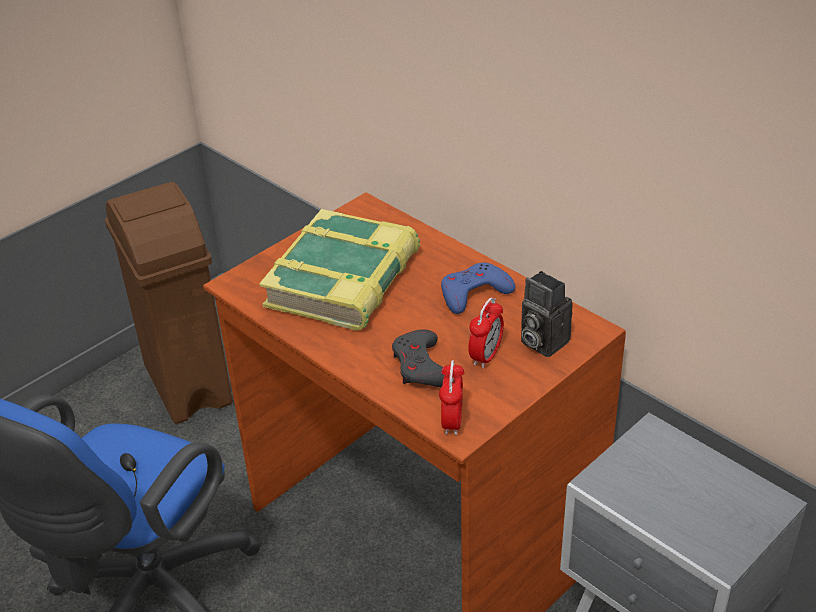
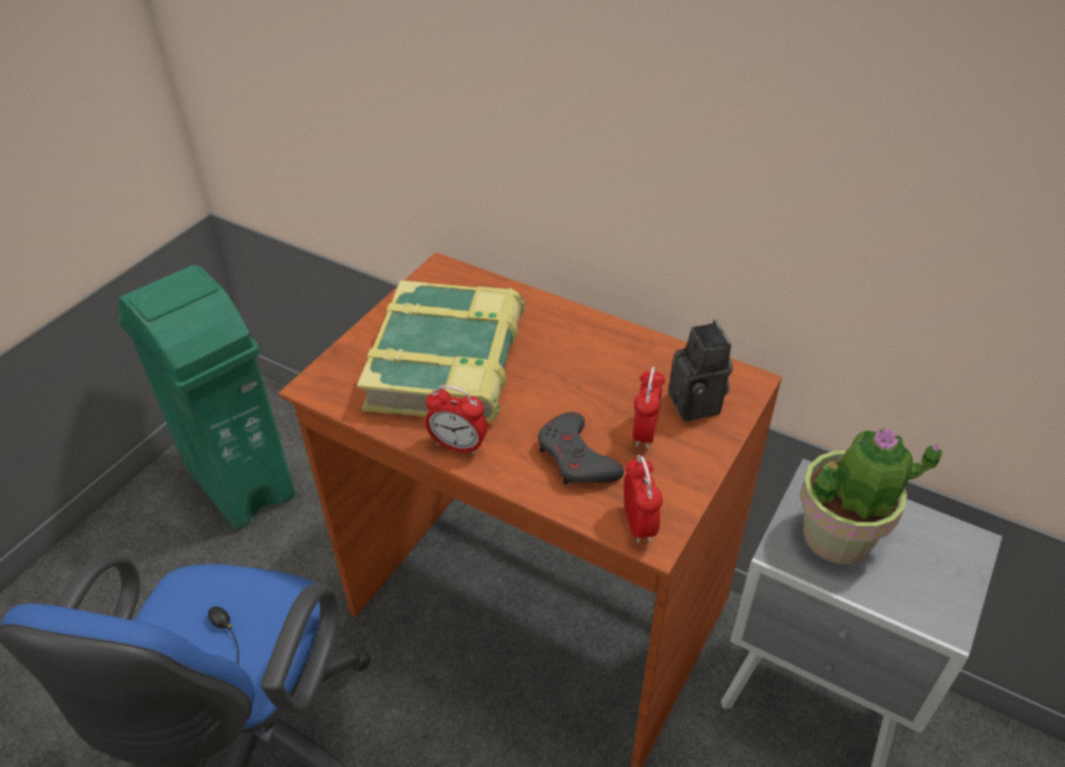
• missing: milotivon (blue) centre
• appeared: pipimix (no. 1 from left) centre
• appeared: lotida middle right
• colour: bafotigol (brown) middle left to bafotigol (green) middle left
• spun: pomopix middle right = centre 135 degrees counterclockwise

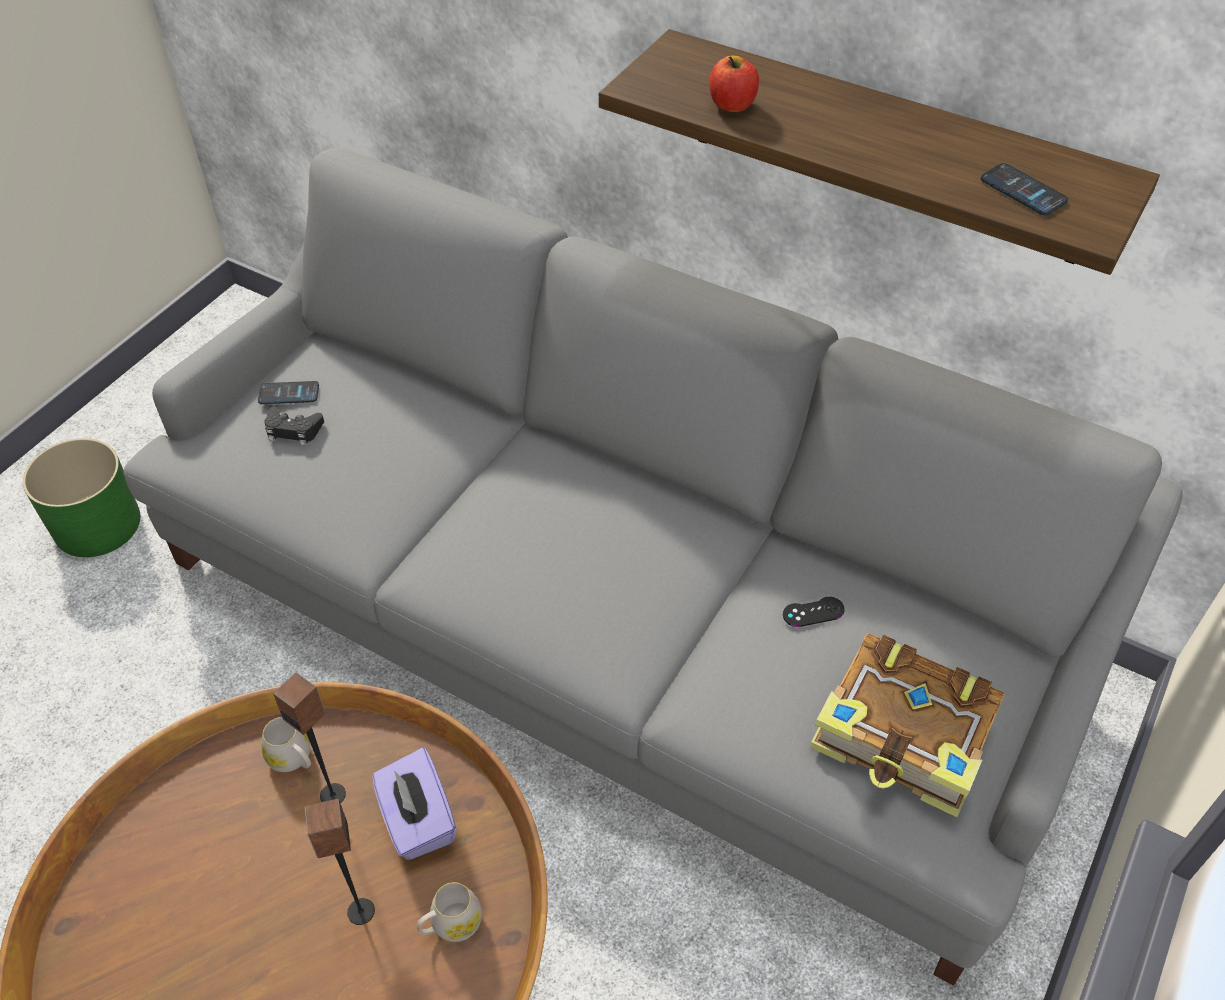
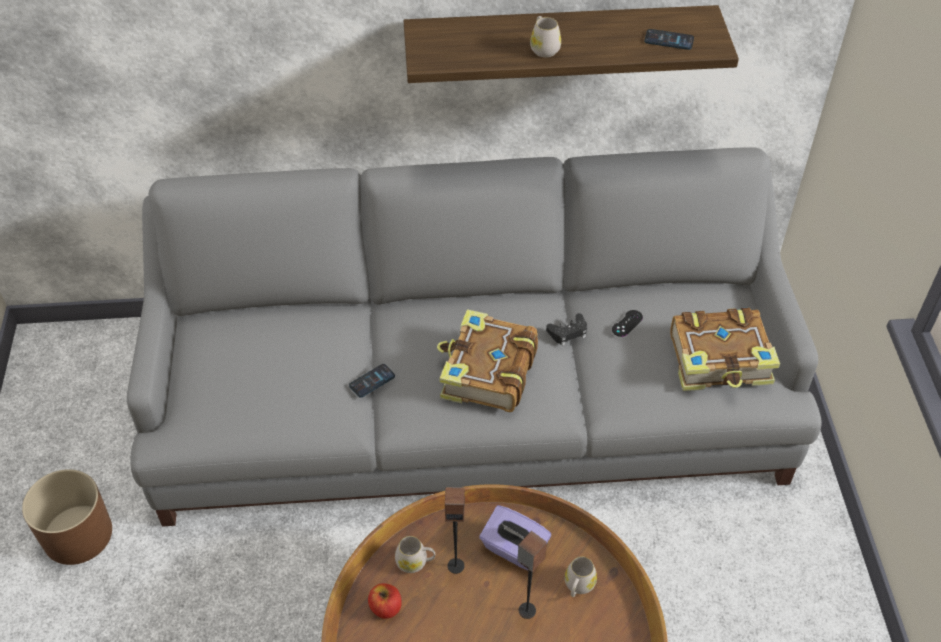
• appeared: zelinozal (no. 1 from left) centre
• appeared: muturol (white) (no. 2 from left) top centre
• relocated: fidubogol (no. 1 from left) middle left to centre
• relocated: milotivon (black) (no. 1 from left) middle left to centre
• relocated: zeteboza top centre to bottom centre
• colour: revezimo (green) middle left to revezimo (brown) bottom left

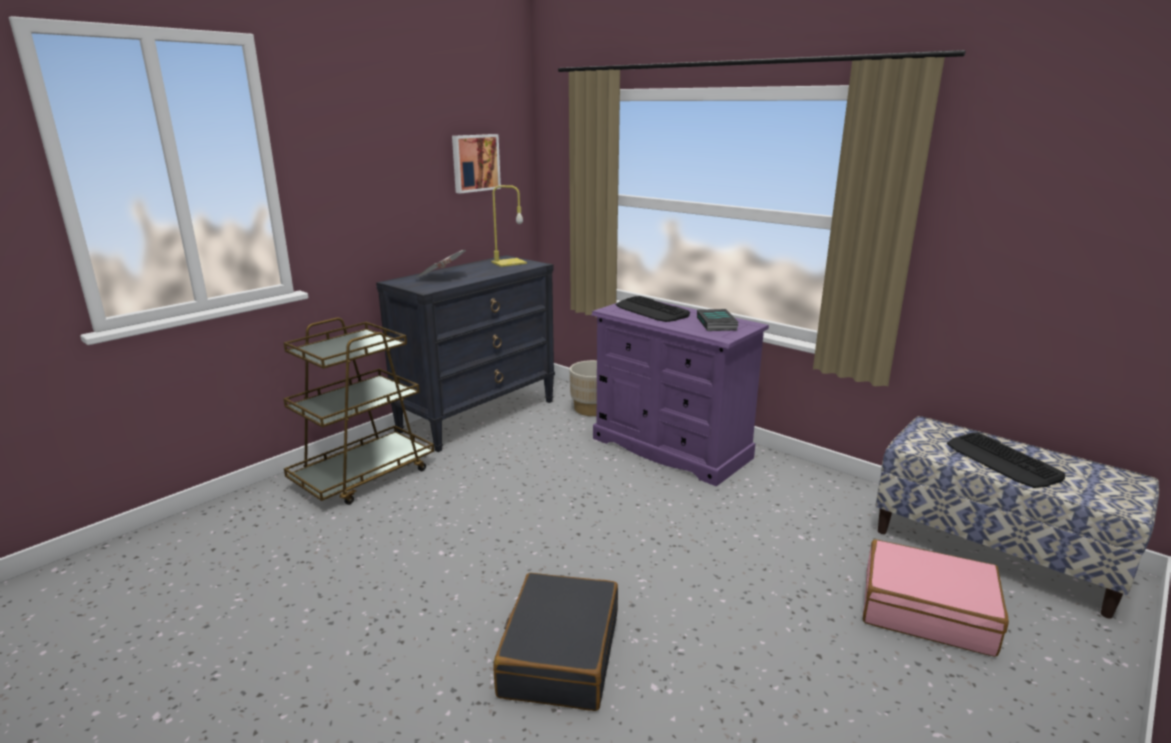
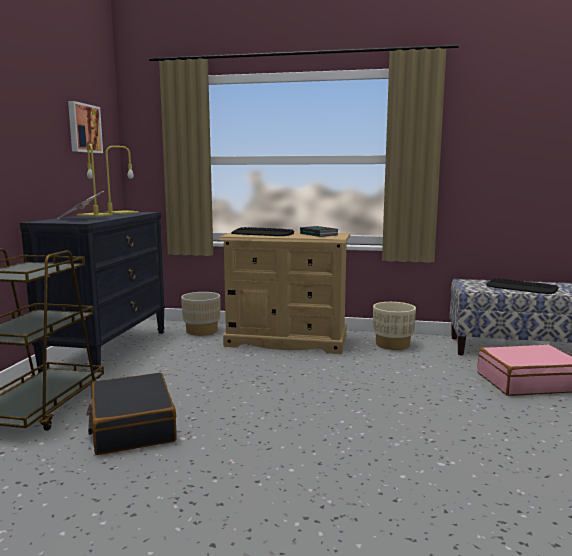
• appeared: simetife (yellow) (no. 1 from left) top left
• appeared: revezimo (beige) (no. 2 from left) middle right
• relocated: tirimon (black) bottom centre to bottom left
• colour: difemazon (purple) centre to difemazon (beige) centre

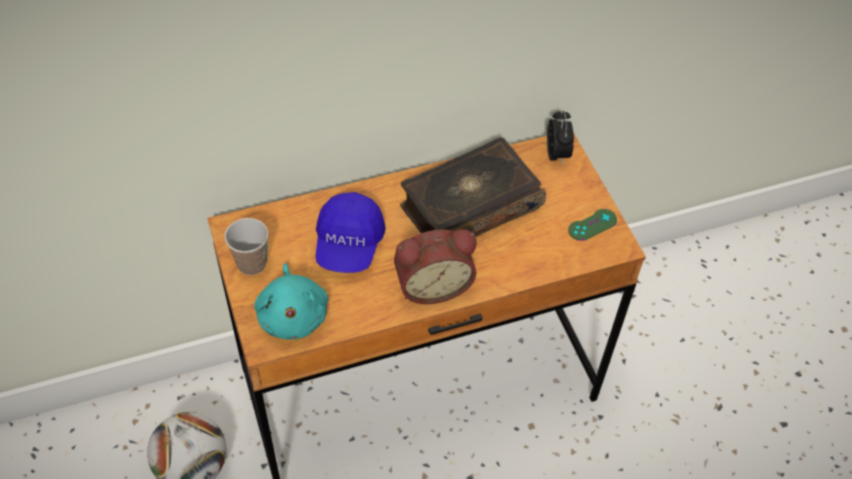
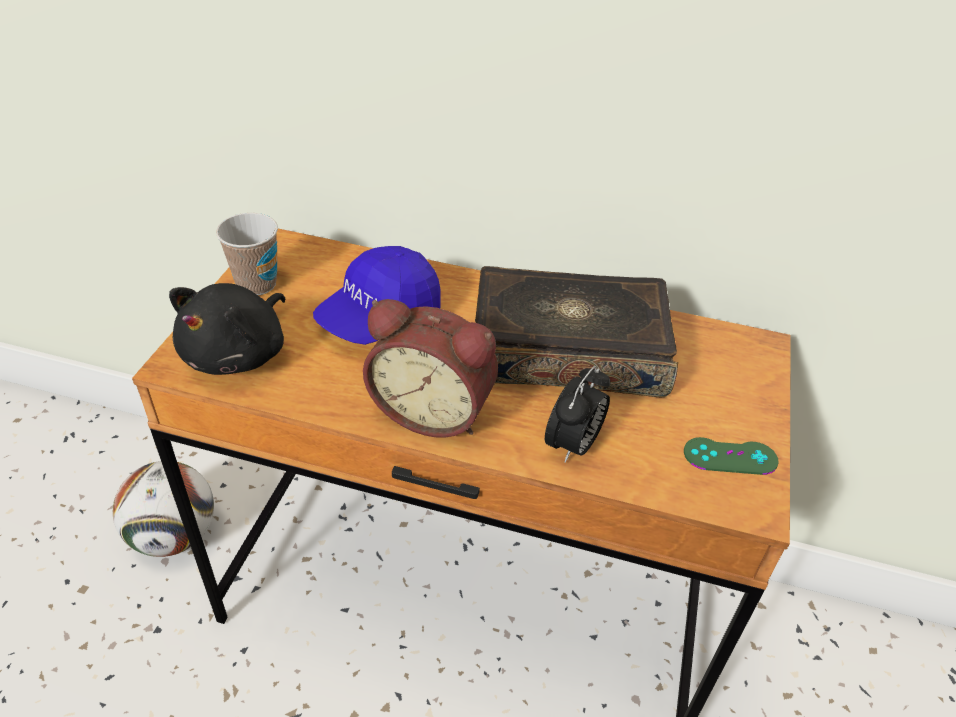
• relocated: pipimix (no. 2 from left) top centre to centre
• colour: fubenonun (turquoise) centre to fubenonun (black) middle left

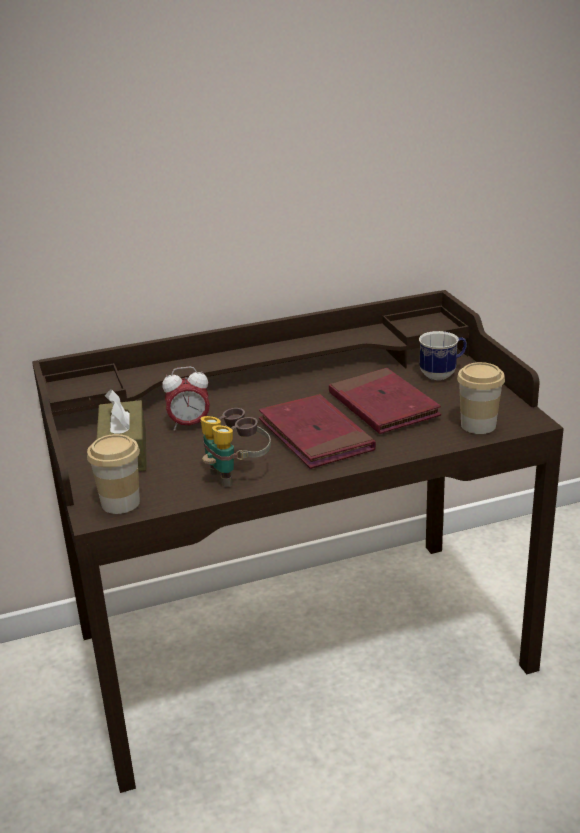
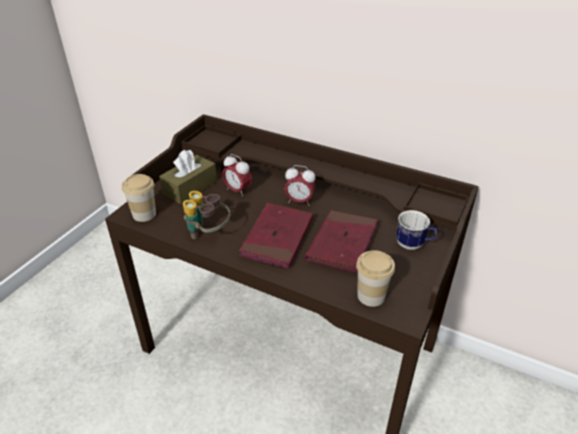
• appeared: pipimix (no. 2 from left) centre

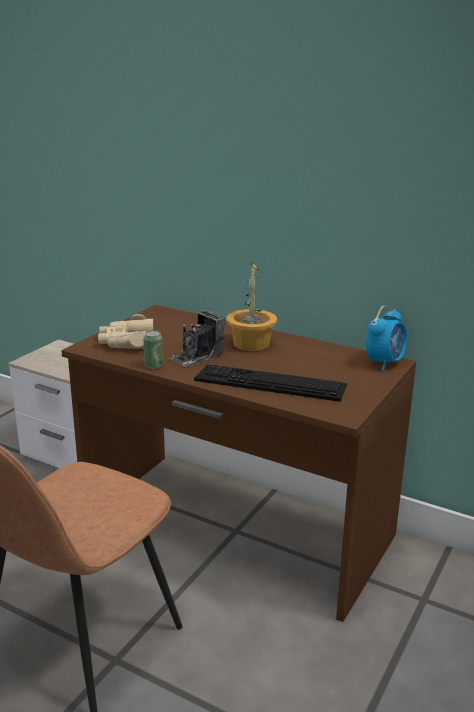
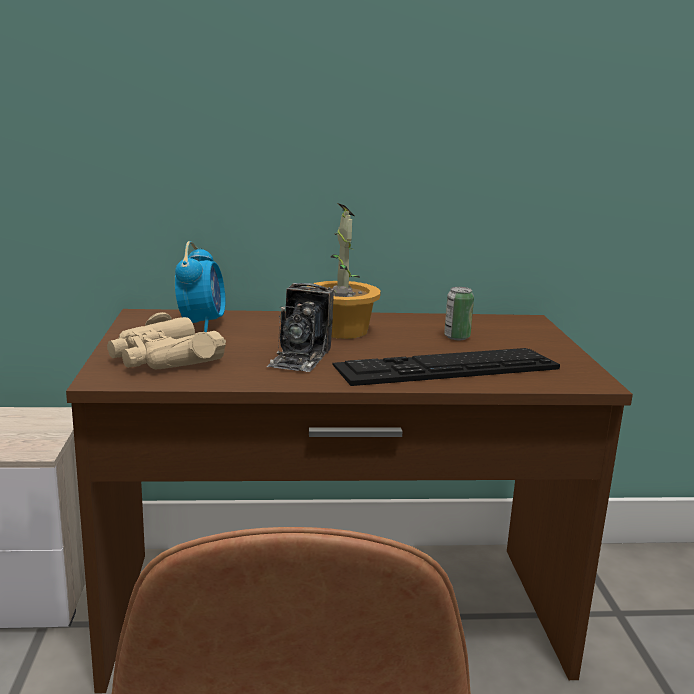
• relocated: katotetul middle left to centre
• relocated: pipimix middle right to middle left

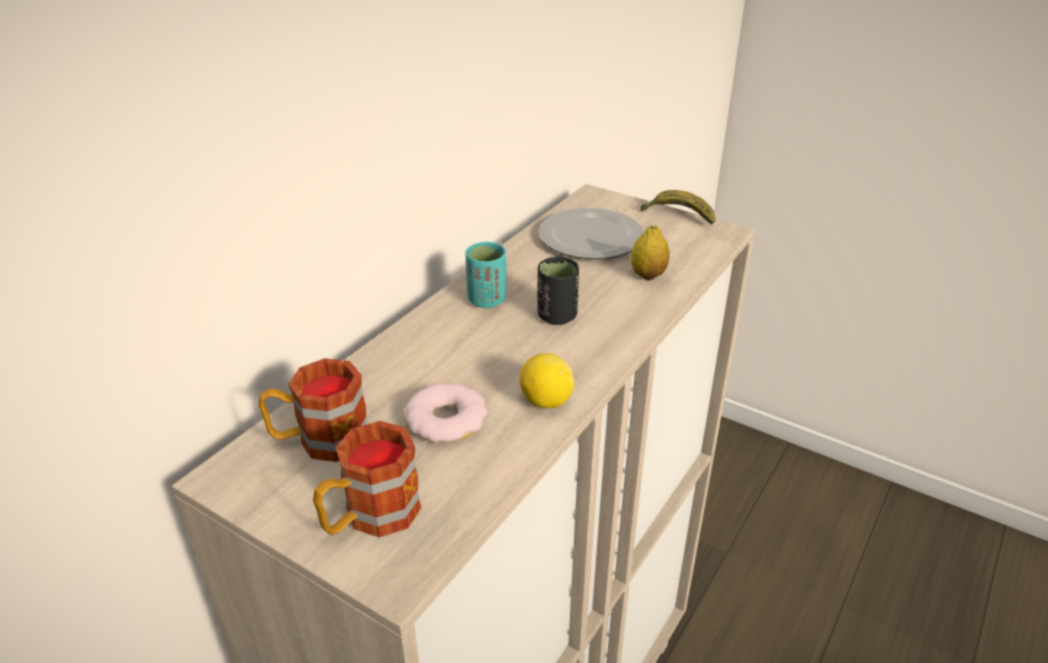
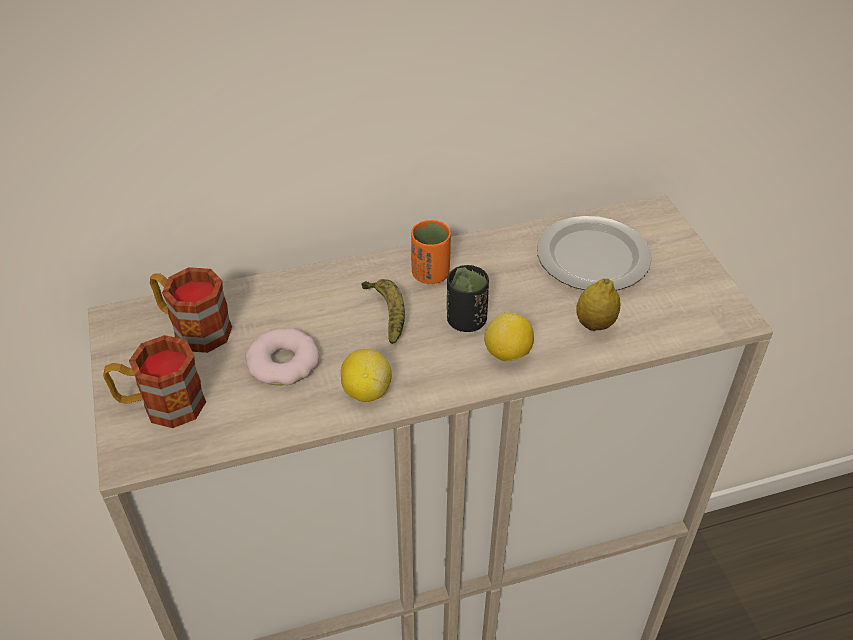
• appeared: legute (no. 2 from left) centre
• relocated: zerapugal top centre to centre
• colour: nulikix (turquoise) centre to nulikix (orange) centre

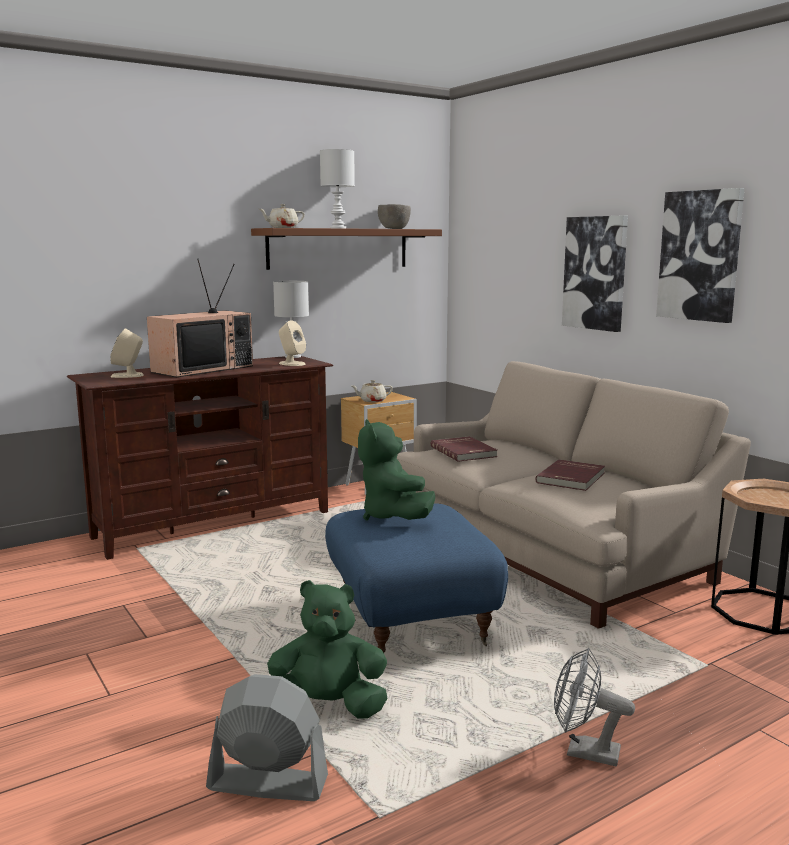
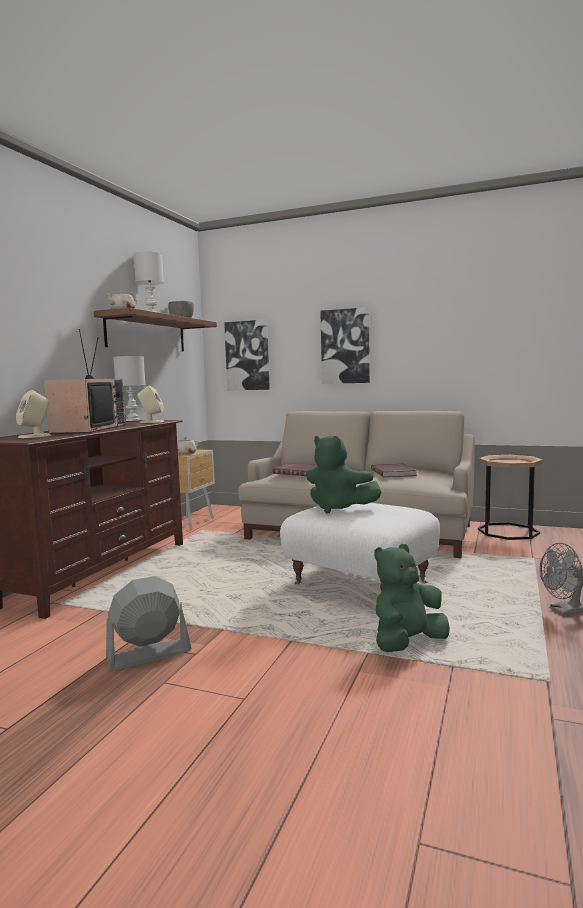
• relocated: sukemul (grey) (no. 1 from left) bottom centre to bottom left
• relocated: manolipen (no. 2 from left in the first image) top right to manolipen (no. 1 from left) centre
• colour: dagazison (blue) bottom centre to dagazison (white) centre

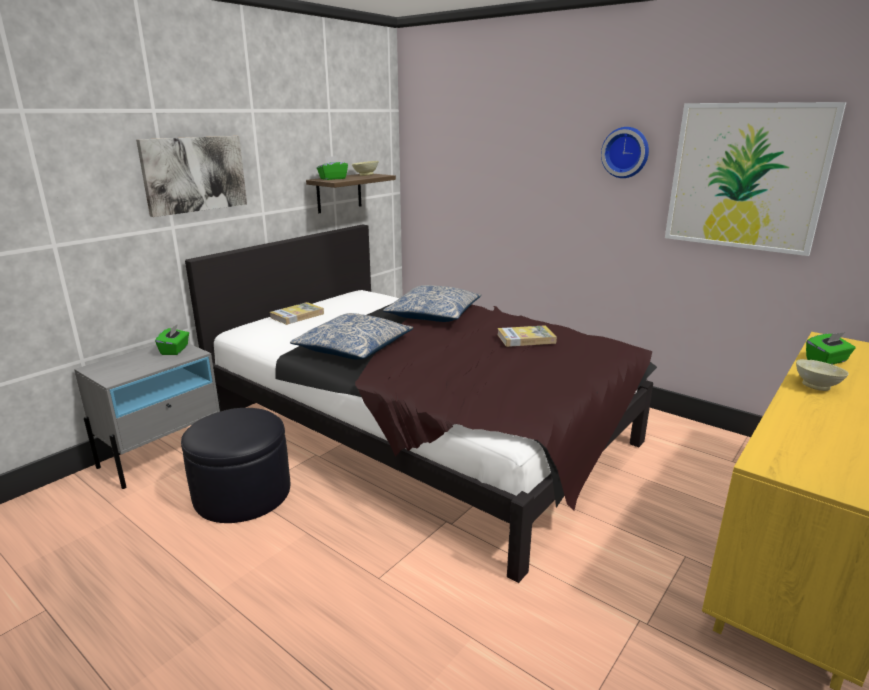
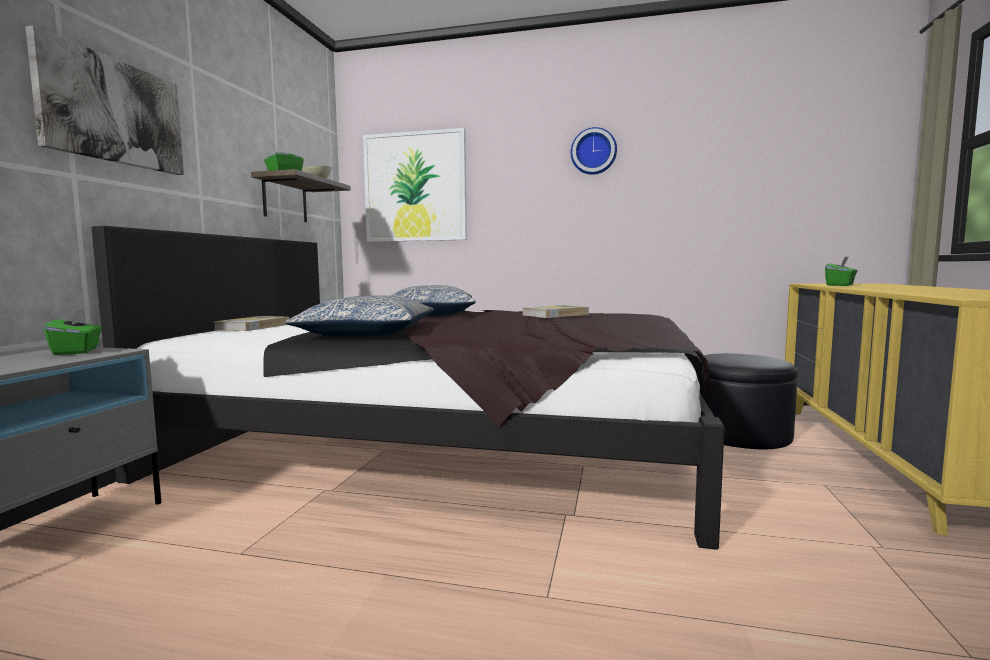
• missing: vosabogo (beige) (no. 2 from left) middle right
• relocated: dagazison (black) bottom left to middle right
• relocated: manolipen (no. 2 from left) top right to top centre

